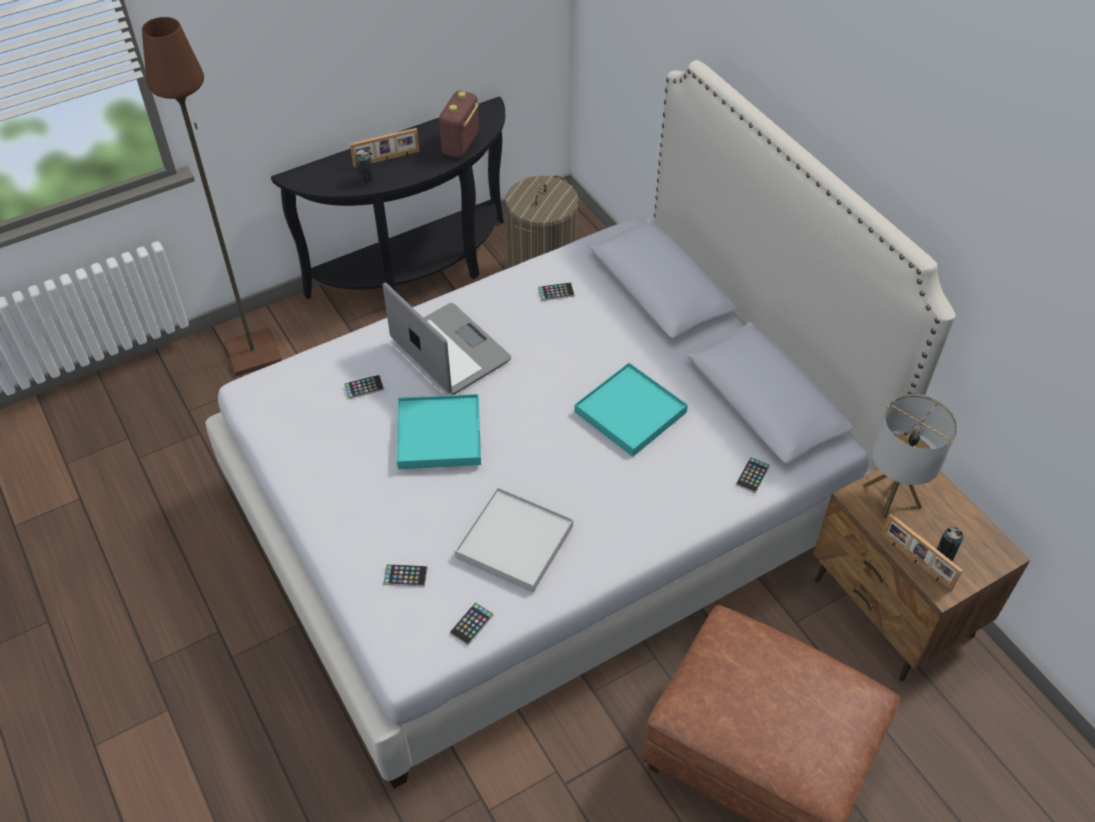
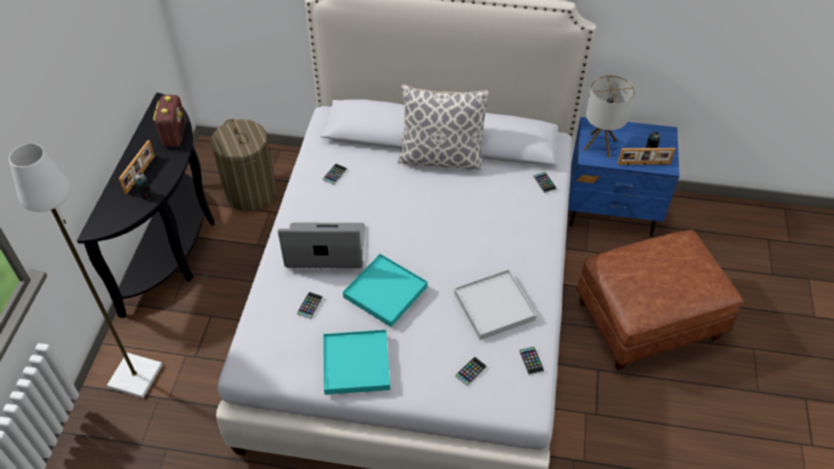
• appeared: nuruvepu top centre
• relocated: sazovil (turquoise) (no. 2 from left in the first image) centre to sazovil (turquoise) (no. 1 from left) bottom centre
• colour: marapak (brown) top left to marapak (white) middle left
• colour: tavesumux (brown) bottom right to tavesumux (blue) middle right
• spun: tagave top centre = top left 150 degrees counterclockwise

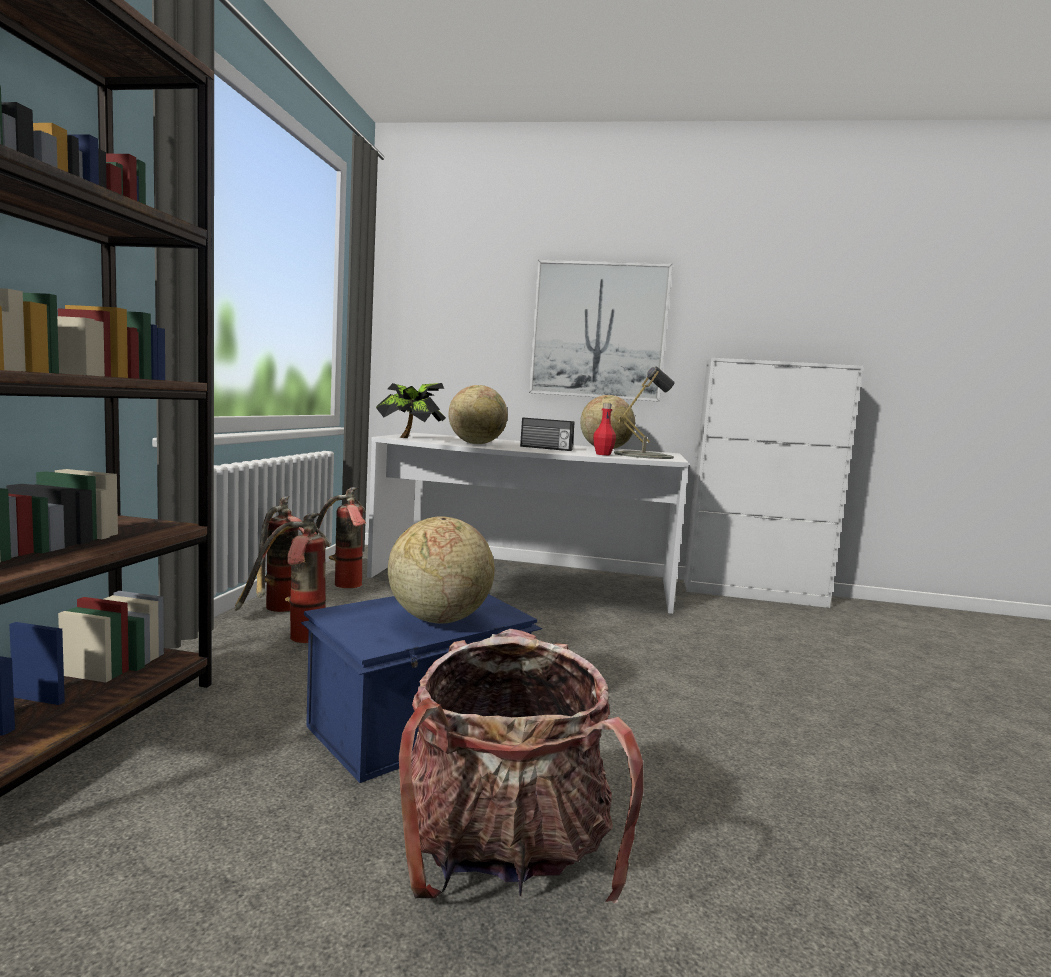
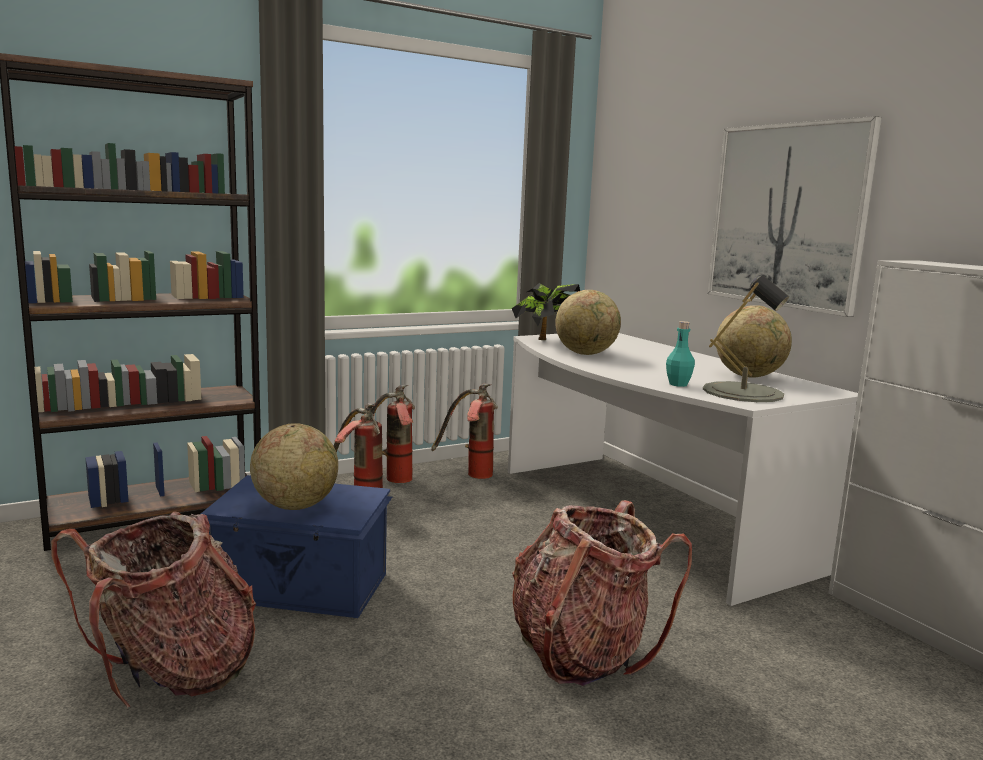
• missing: tagave centre
• appeared: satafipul (no. 2 from left) bottom centre
• colour: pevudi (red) centre to pevudi (turquoise) middle right

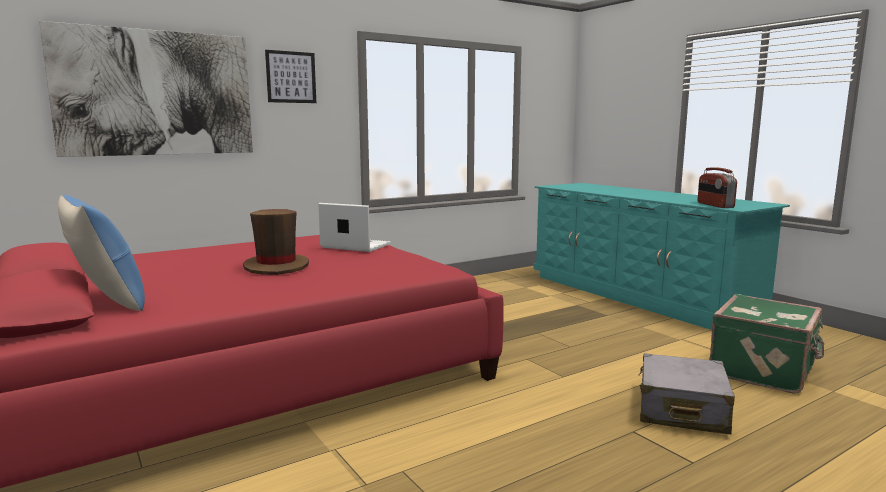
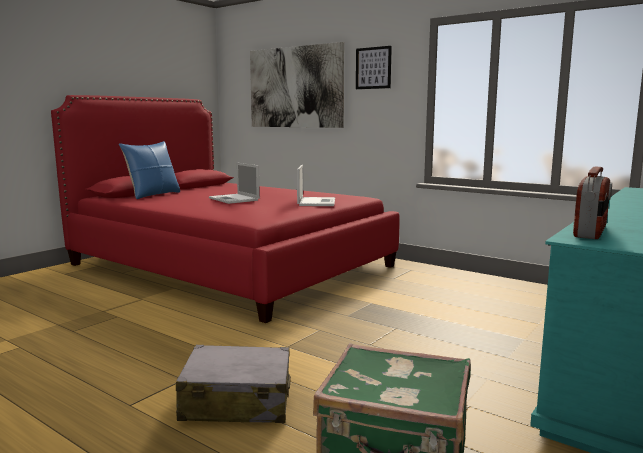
• exchanged: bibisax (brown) middle left to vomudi (no. 1 from left) centre
• spun: tagave middle right = middle right 150 degrees clockwise

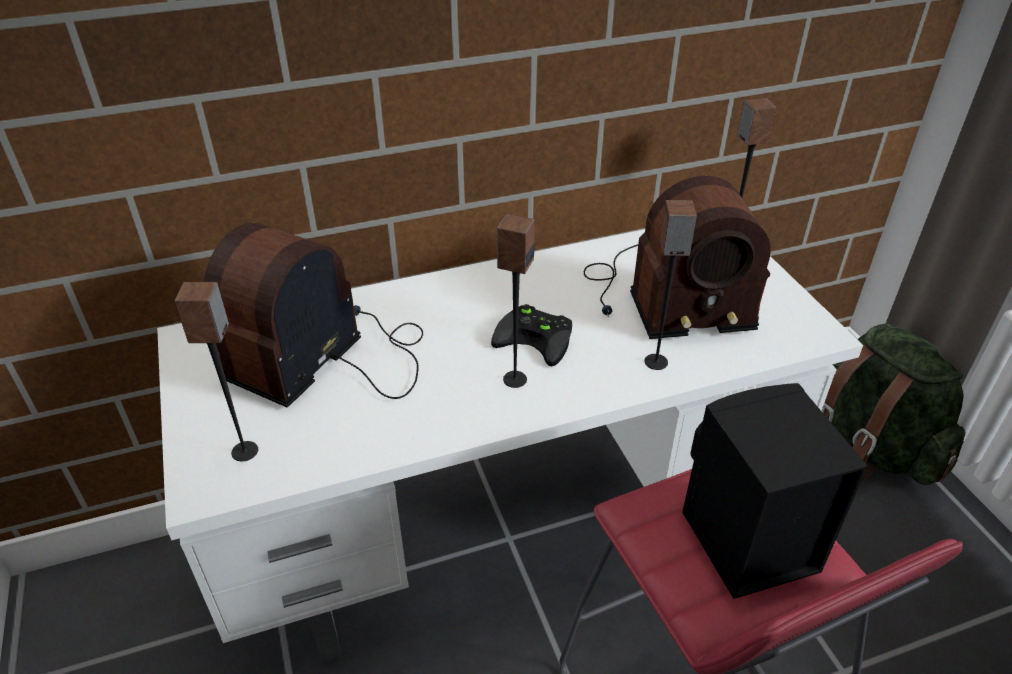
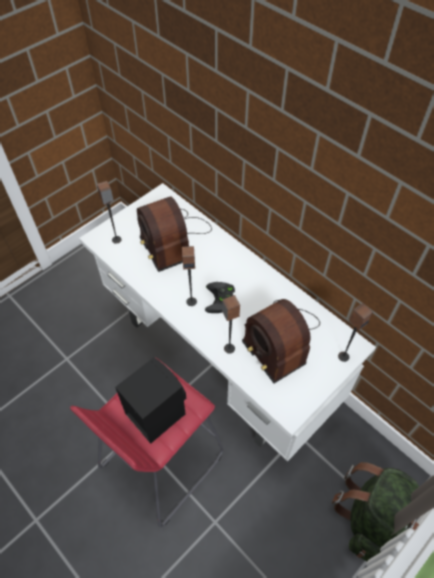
• spun: tagave (no. 1 from left) middle left = centre 120 degrees counterclockwise

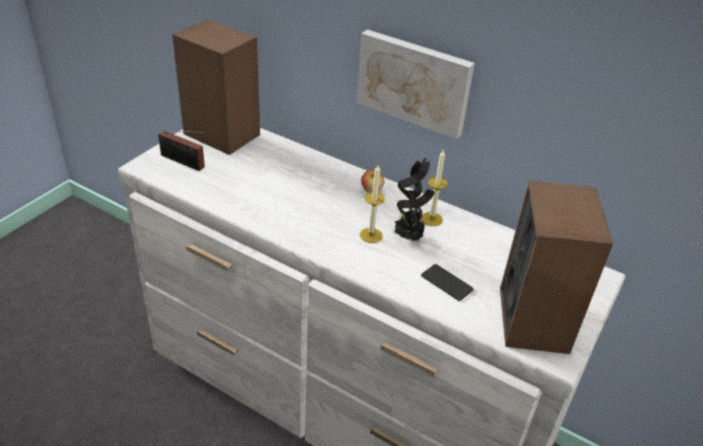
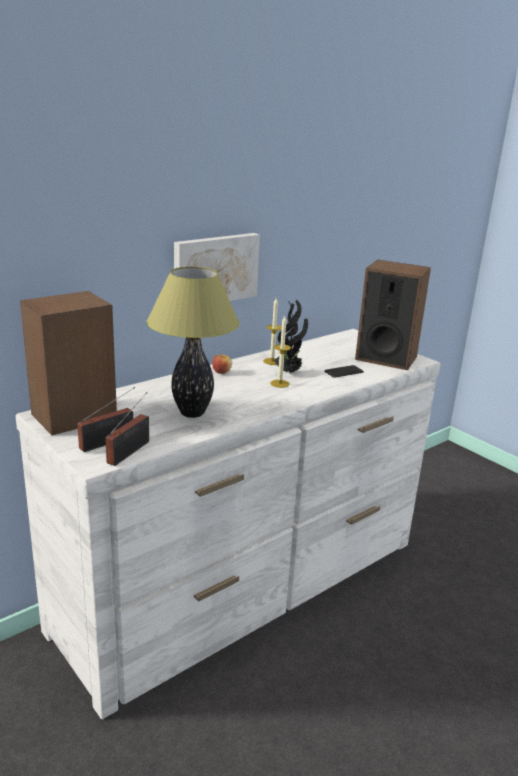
• appeared: tagave (no. 2 from left) middle left
• appeared: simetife centre

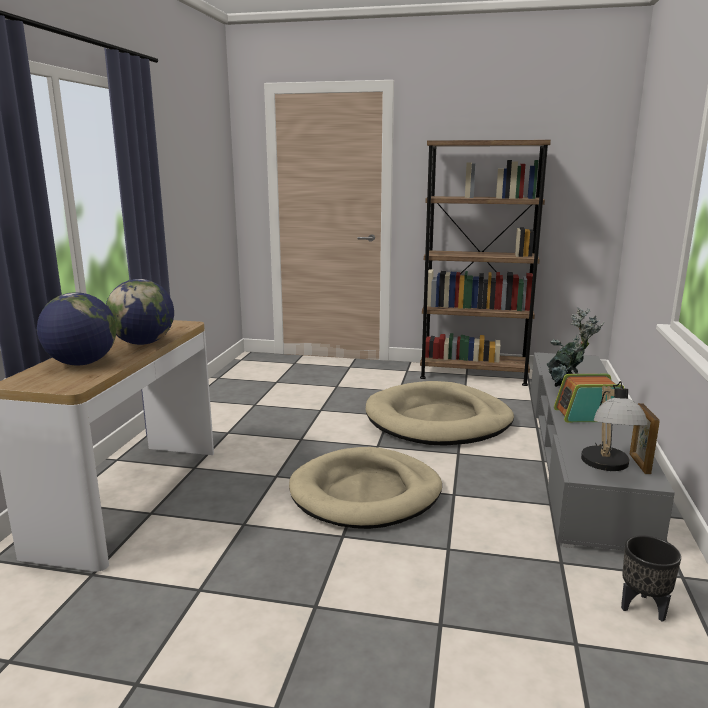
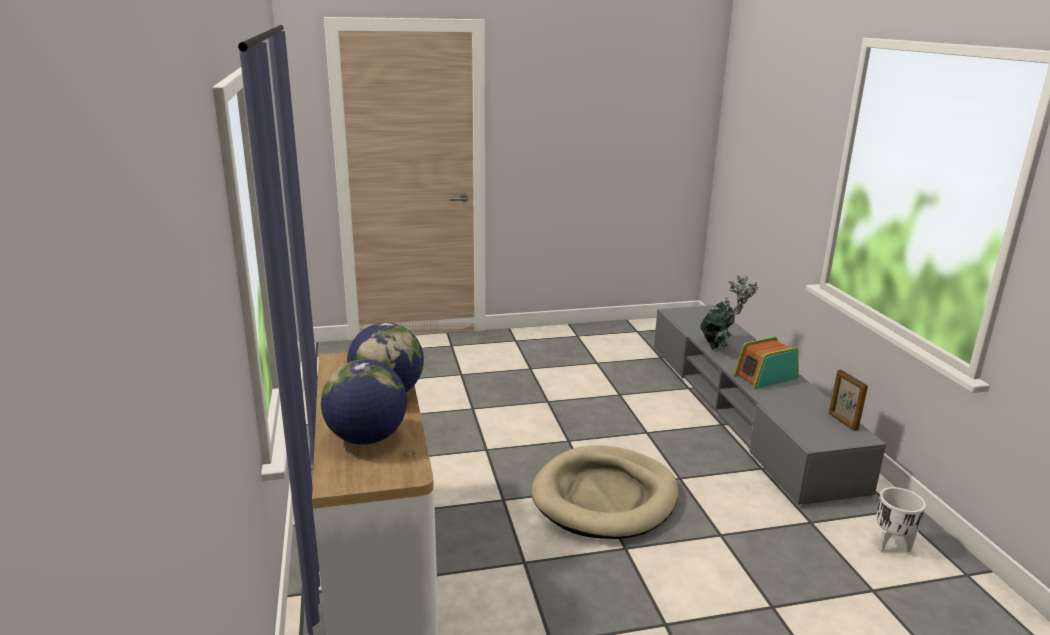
• missing: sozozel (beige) (no. 2 from left) centre
• missing: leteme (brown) middle right
• missing: simetife middle right
• colour: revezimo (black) bottom right to revezimo (white) bottom right

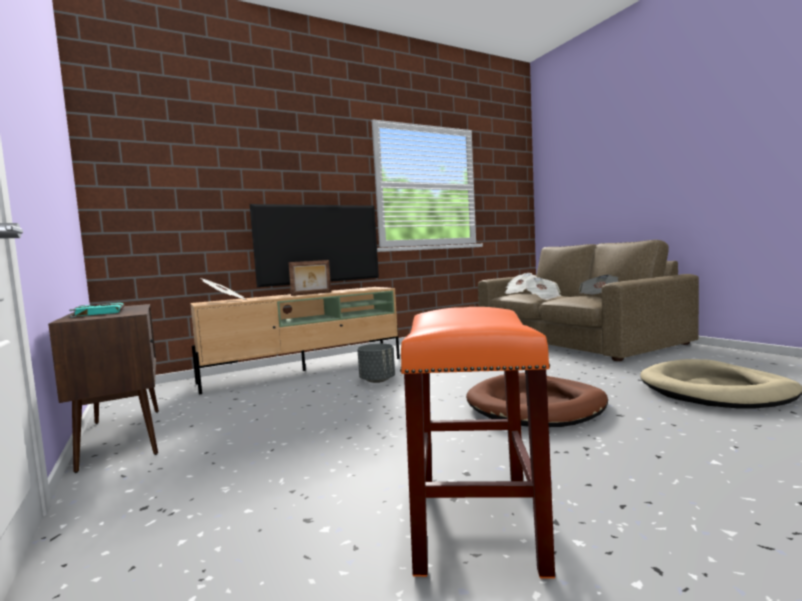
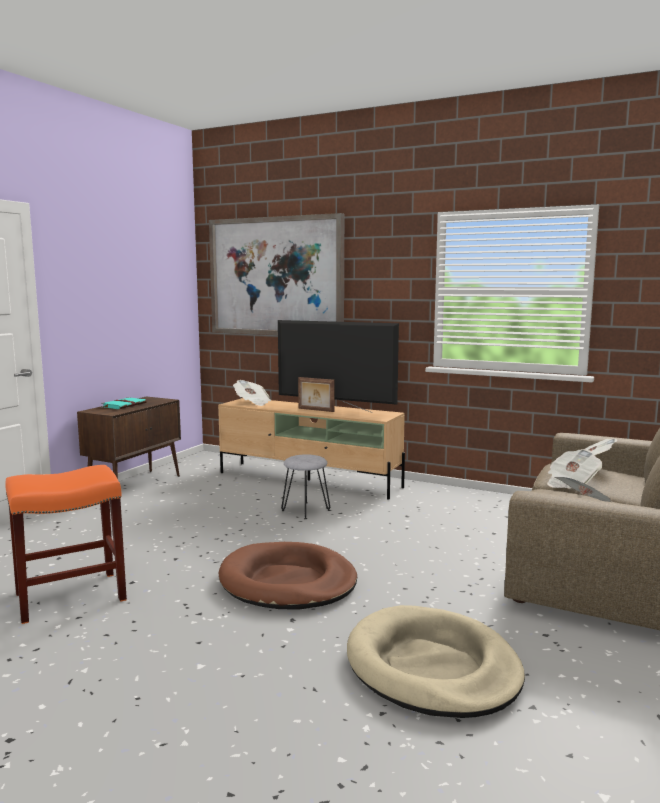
• appeared: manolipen centre
• exchanged: revezimo (grey) centre to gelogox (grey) centre

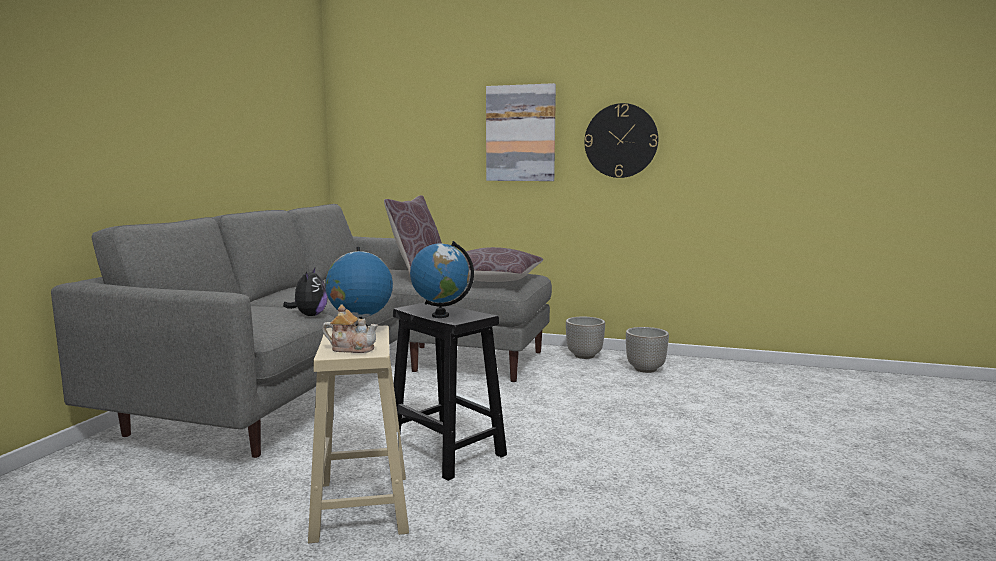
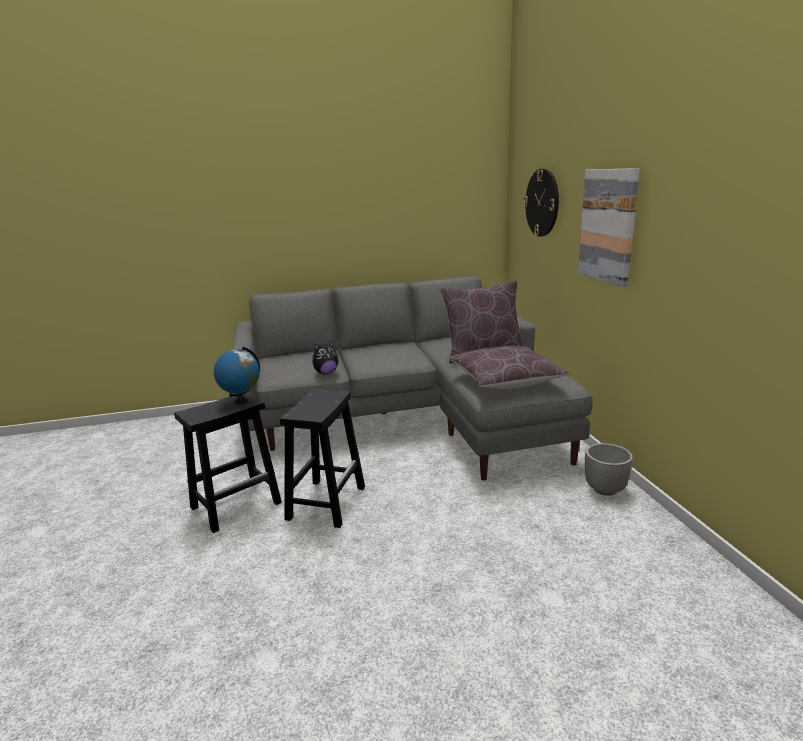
• missing: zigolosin centre
• missing: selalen (no. 2 from left) centre
• missing: revezimo (no. 2 from left) centre
• relocated: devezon top centre to top right
• colour: gelogox (beige) bottom centre to gelogox (black) (no. 1 from left) middle left

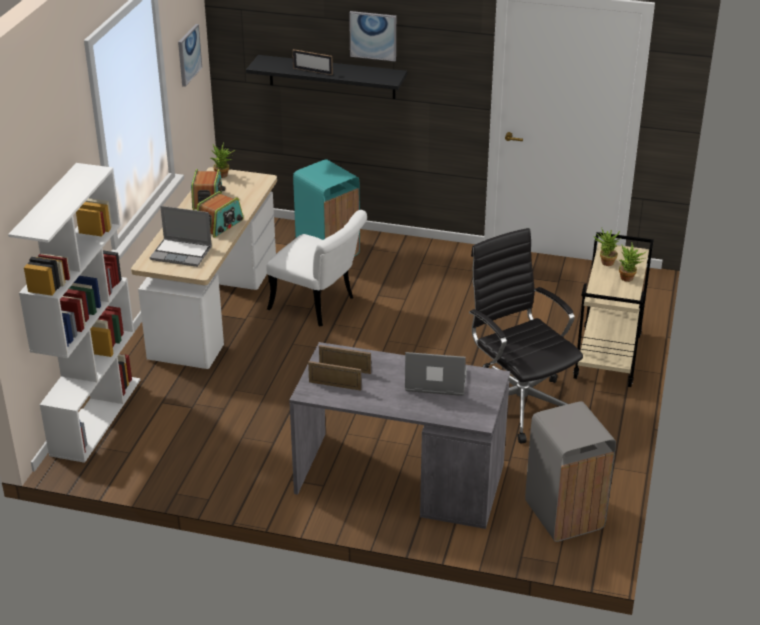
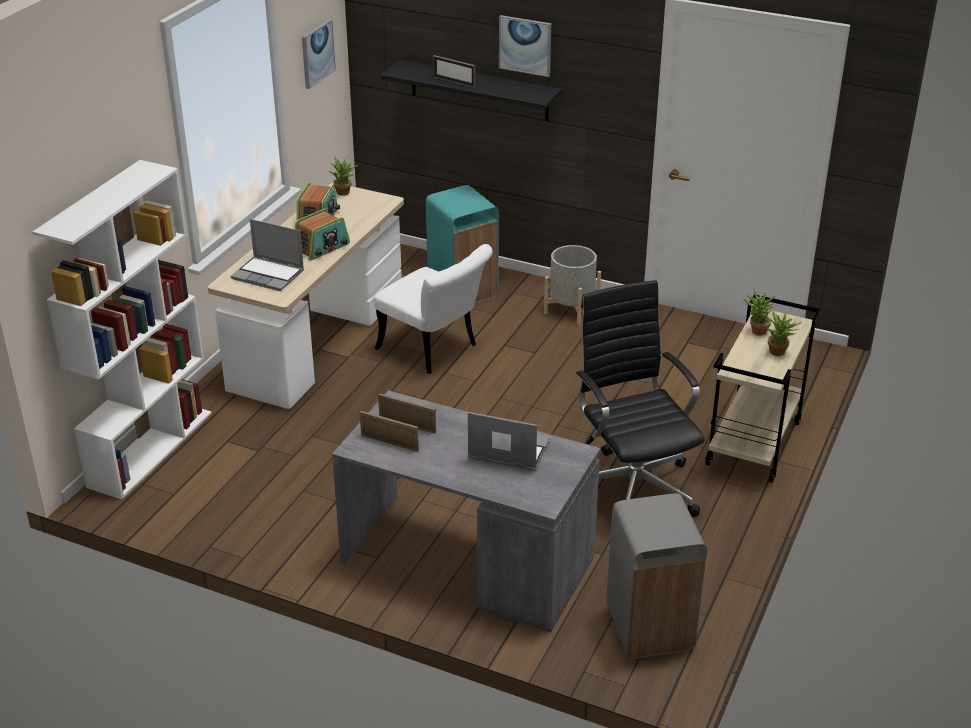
• appeared: revezimo (grey) centre

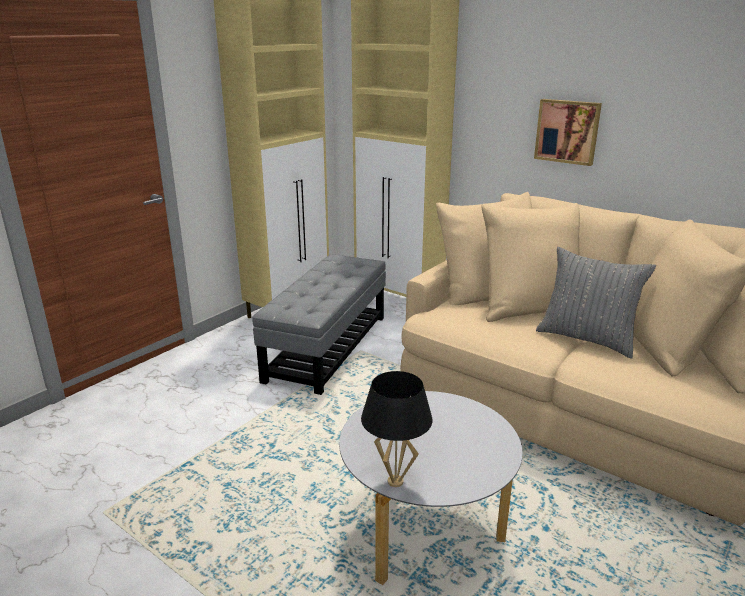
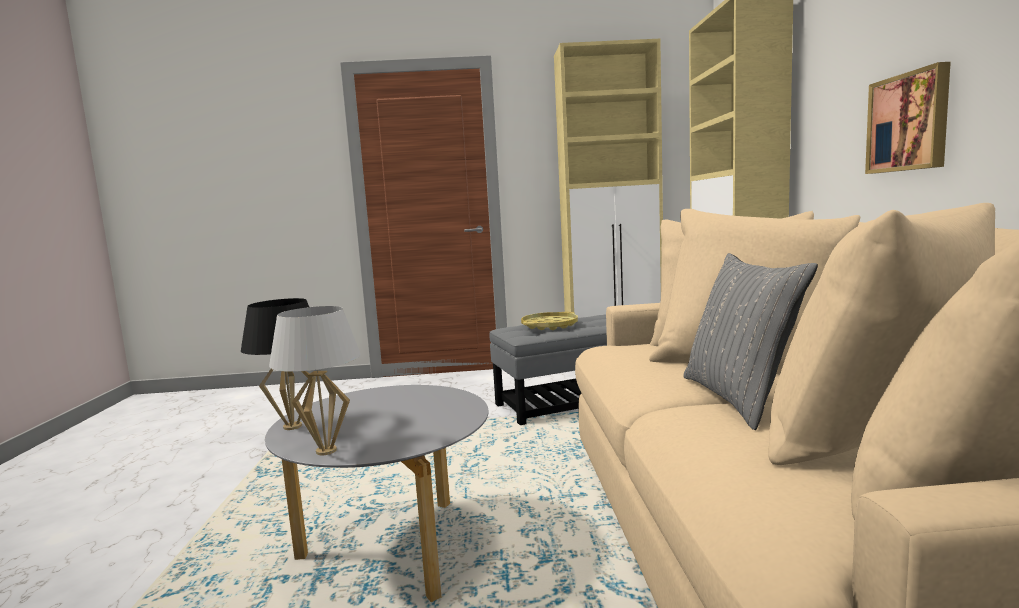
• appeared: simetife (white) middle left
• appeared: sazovil (yellow) centre

